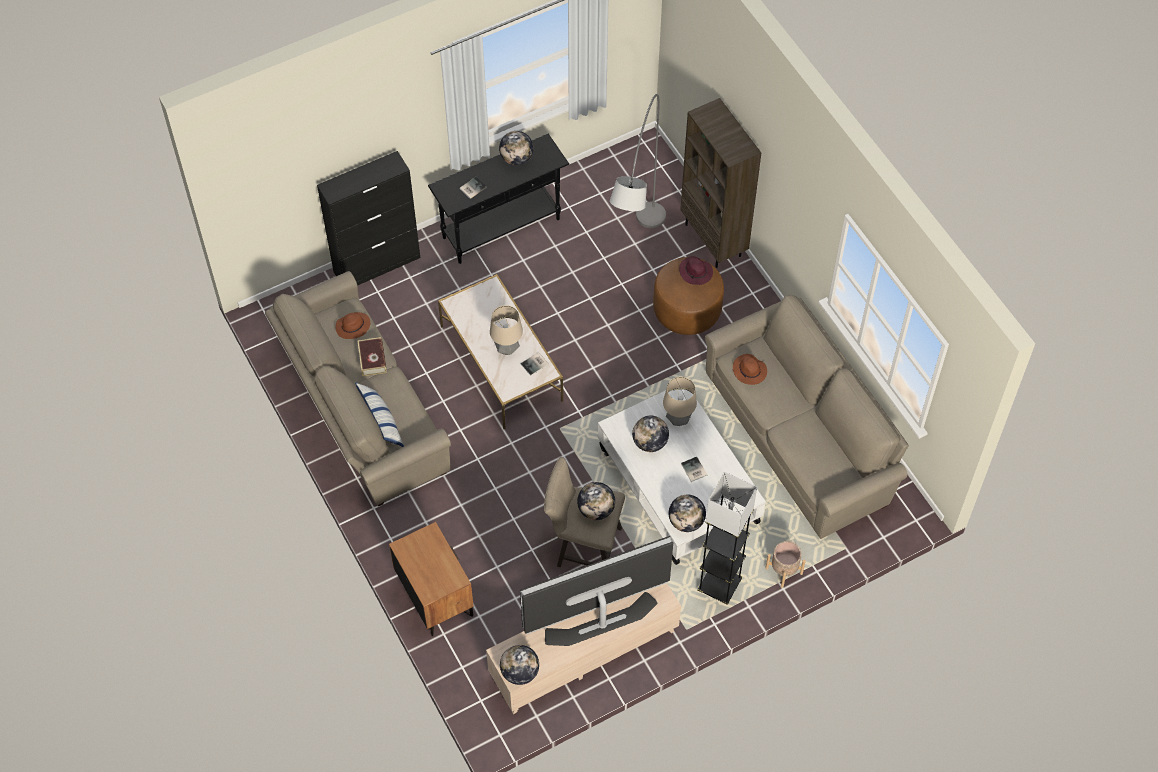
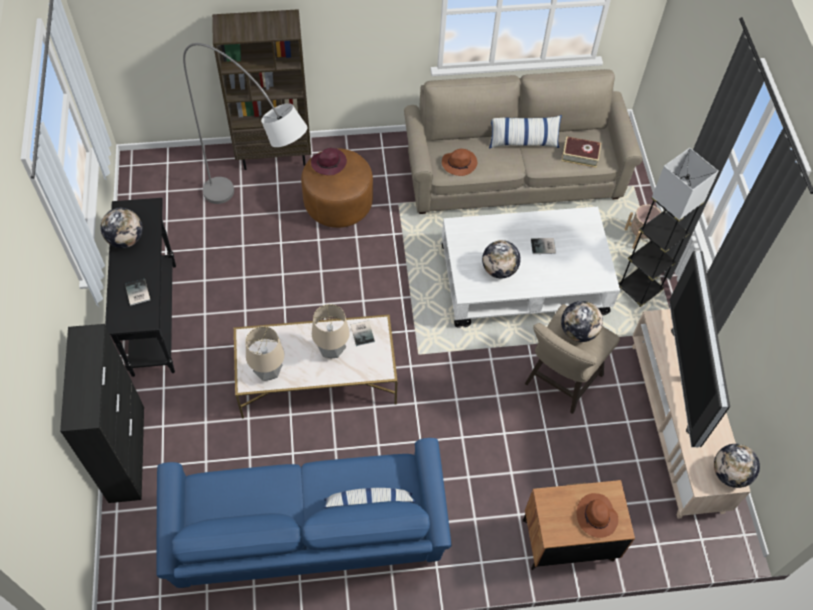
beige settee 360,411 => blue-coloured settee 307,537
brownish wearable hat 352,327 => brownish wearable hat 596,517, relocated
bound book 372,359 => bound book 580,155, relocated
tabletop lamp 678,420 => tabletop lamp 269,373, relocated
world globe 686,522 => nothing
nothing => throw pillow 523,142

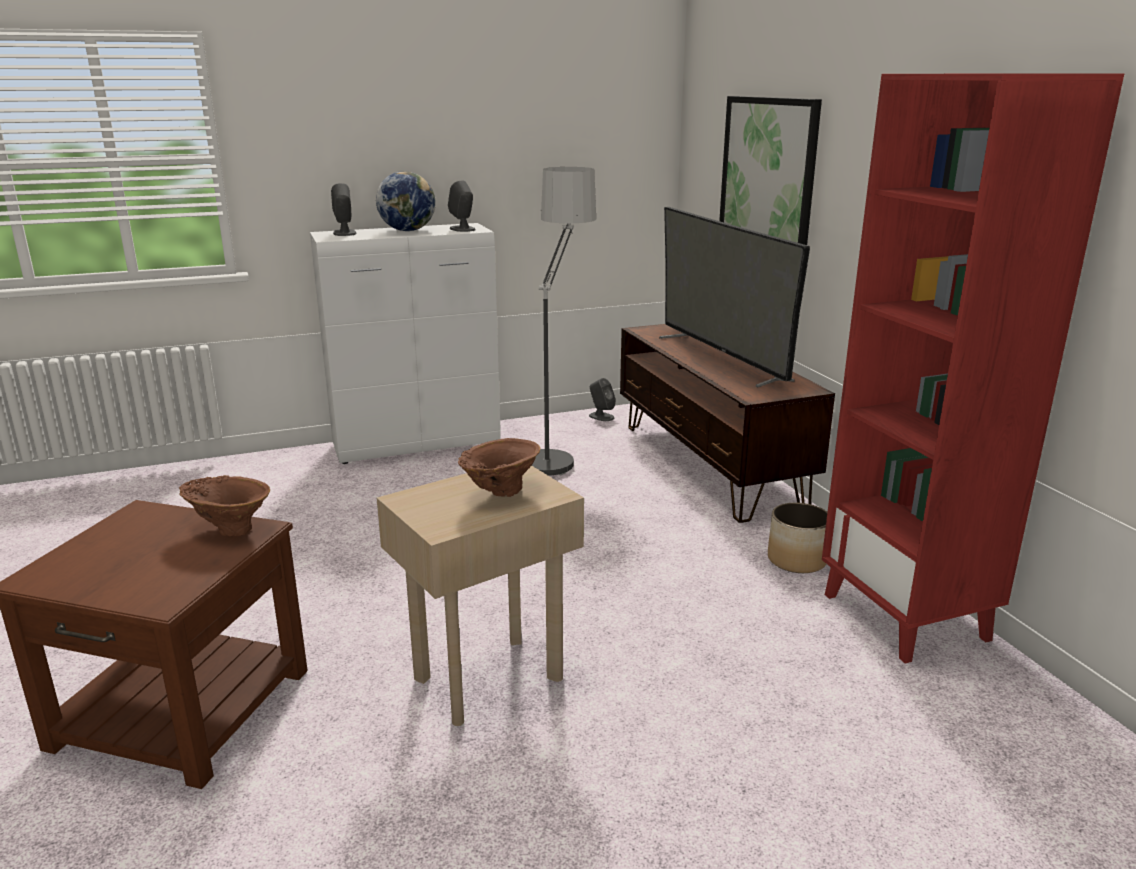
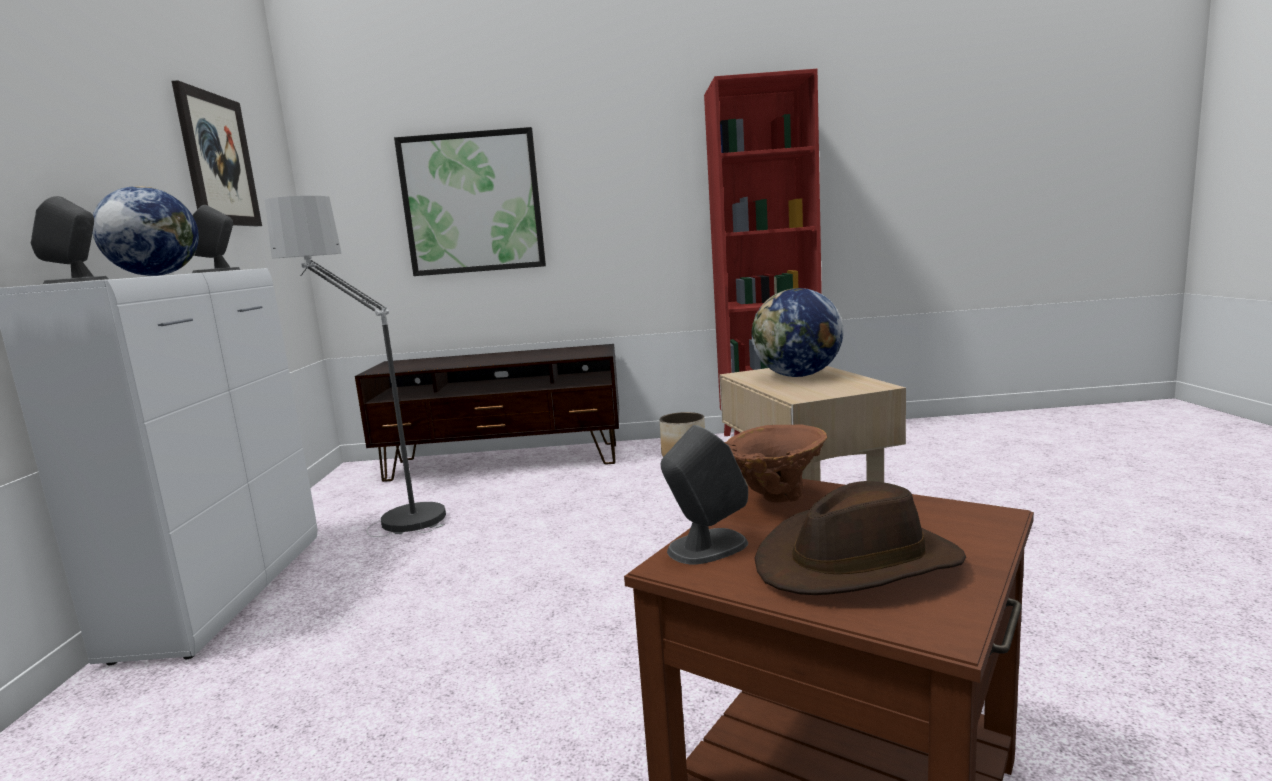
TV set 721,357 => nothing
greyish speaker 601,416 => greyish speaker 706,547, relocated
brownish decorative vase 499,493 => world globe 797,376
nothing => wall art 218,160
nothing => brownish wearable hat 857,563

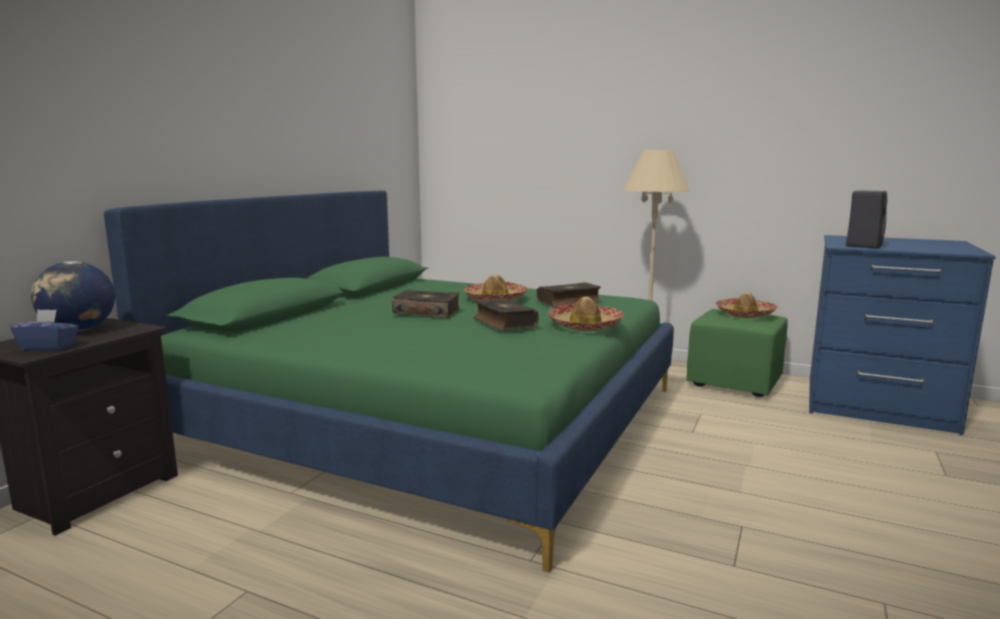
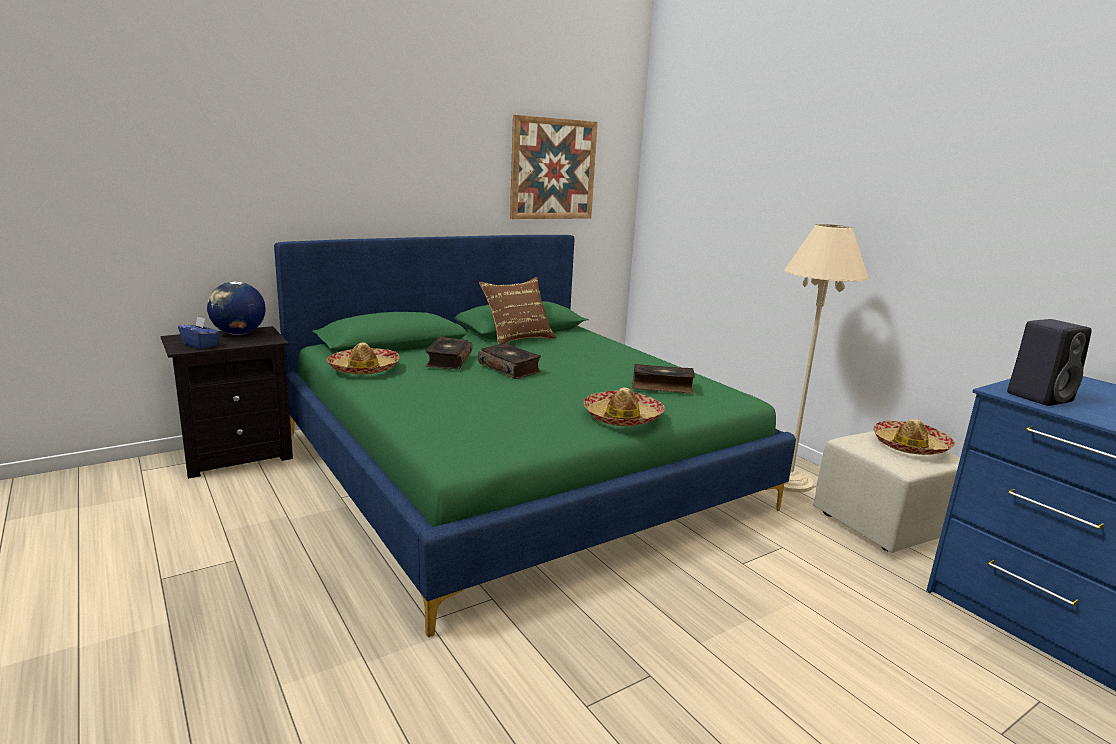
wearable hat 495,299 => wearable hat 364,369, relocated
bound book 503,323 => bound book 448,361, relocated
greenish ottoman 735,383 => beige ottoman 881,525
nothing => wall art 553,169
nothing => brownish throw pillow 518,338

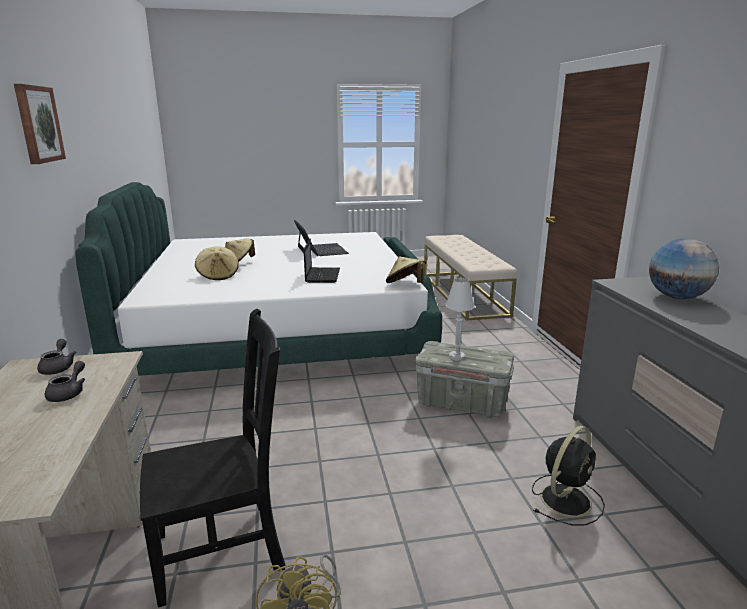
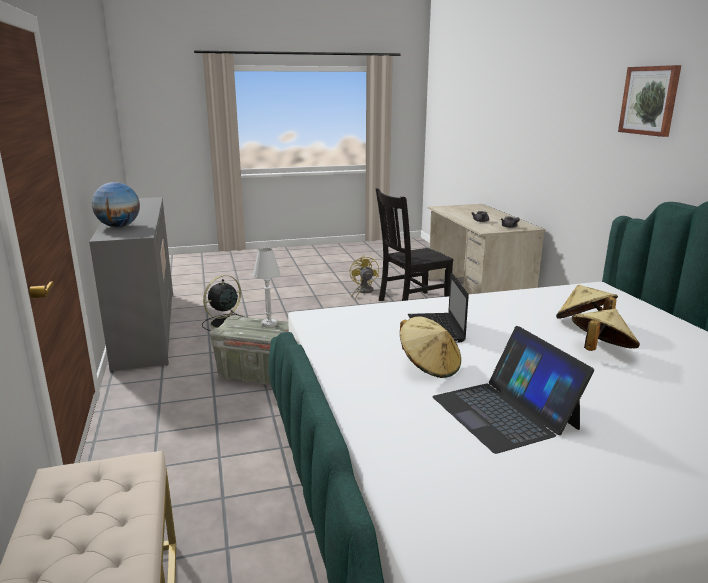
beige wearable hat 405,285 => beige wearable hat 429,366, relocated

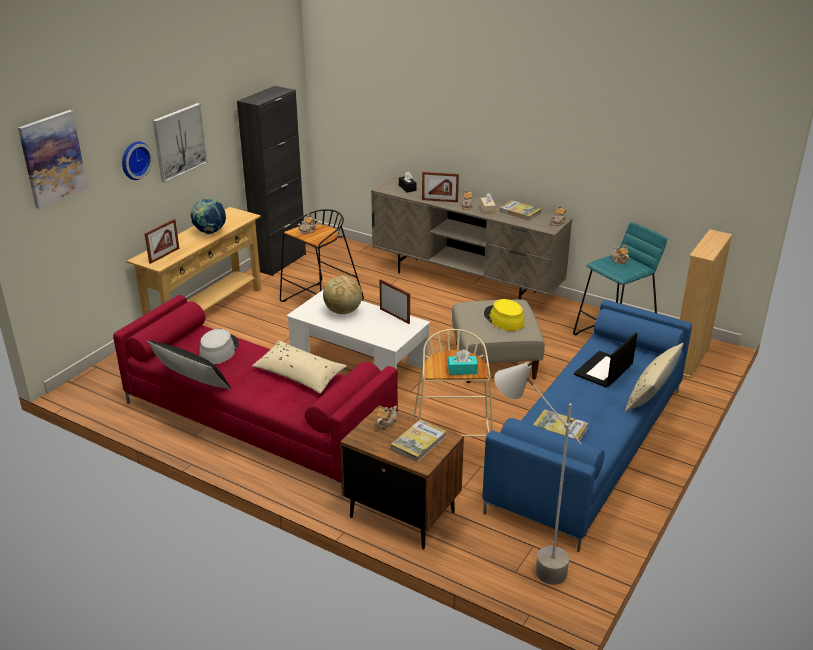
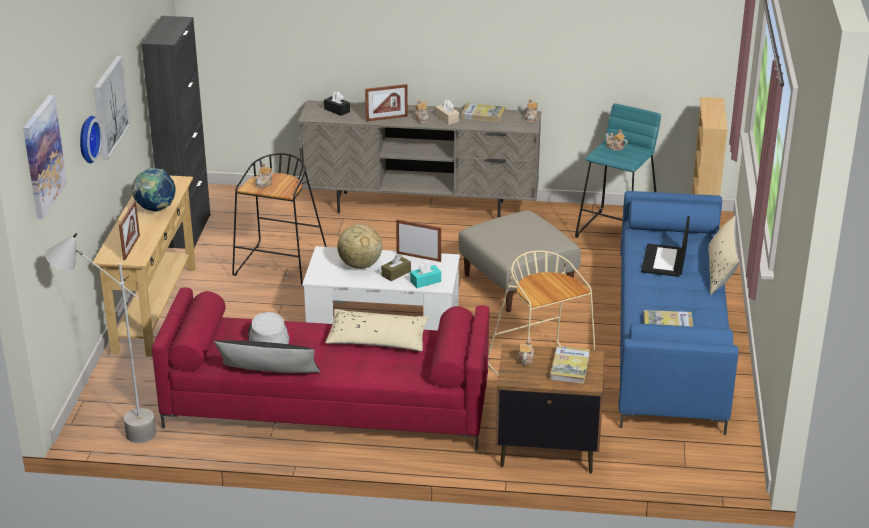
yellow-coloured wearable hat 503,319 => nothing
turquoise tissue box 462,370 => turquoise tissue box 425,281, relocated
greyish floor lamp 525,564 => greyish floor lamp 115,433, relocated
nothing => brownish tissue box 396,273

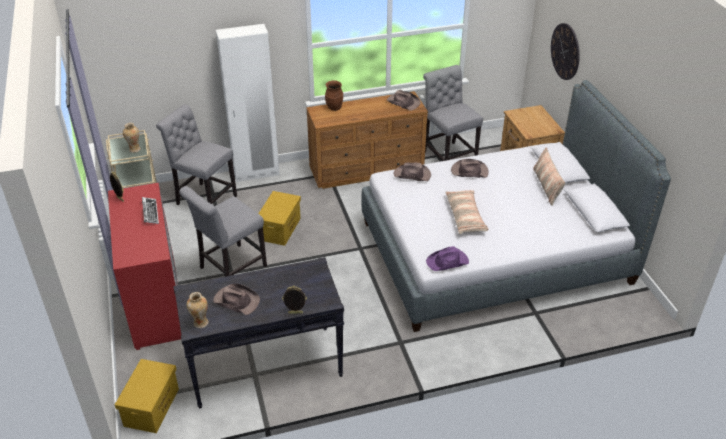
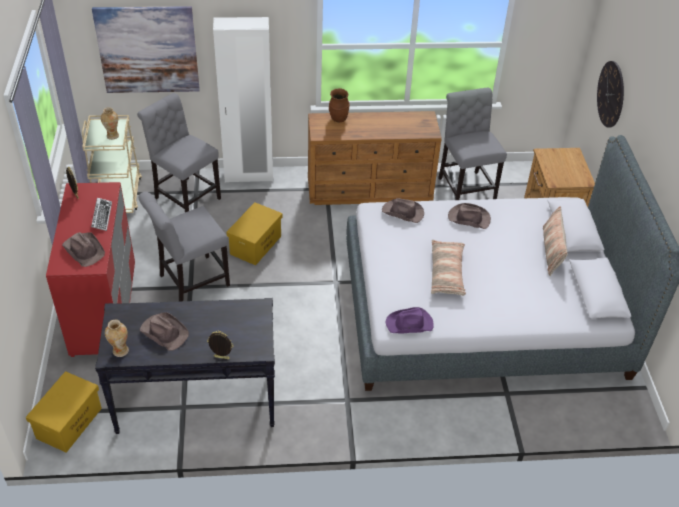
brownish wearable hat 403,102 => brownish wearable hat 84,250, relocated
nothing => wall art 148,50

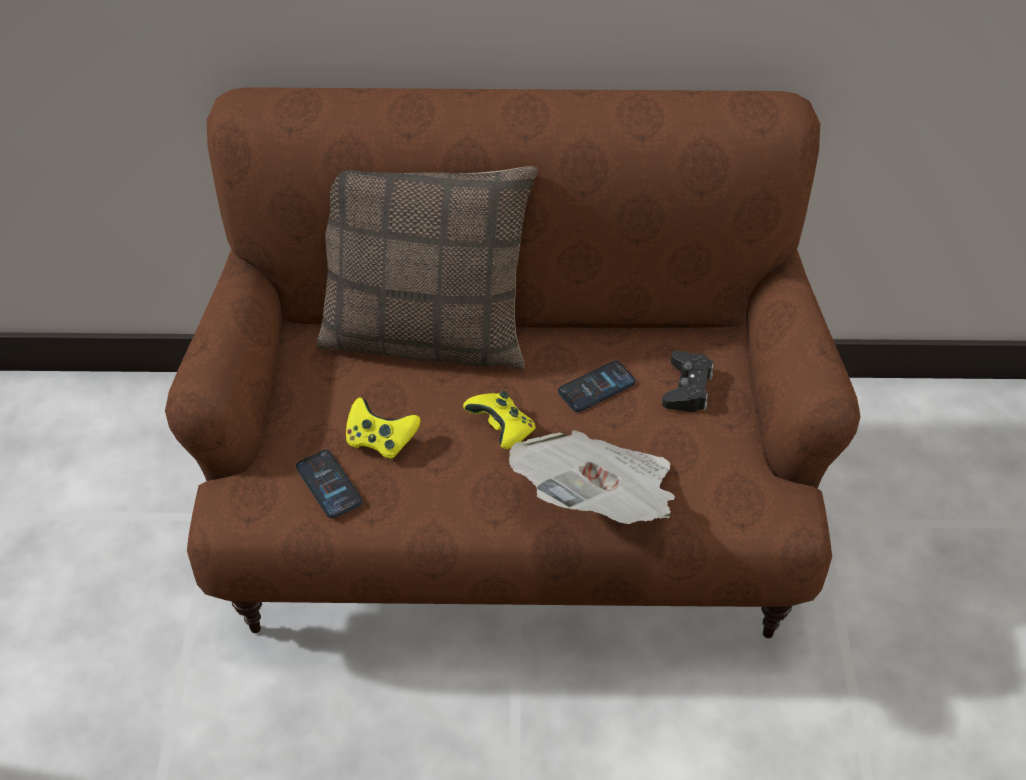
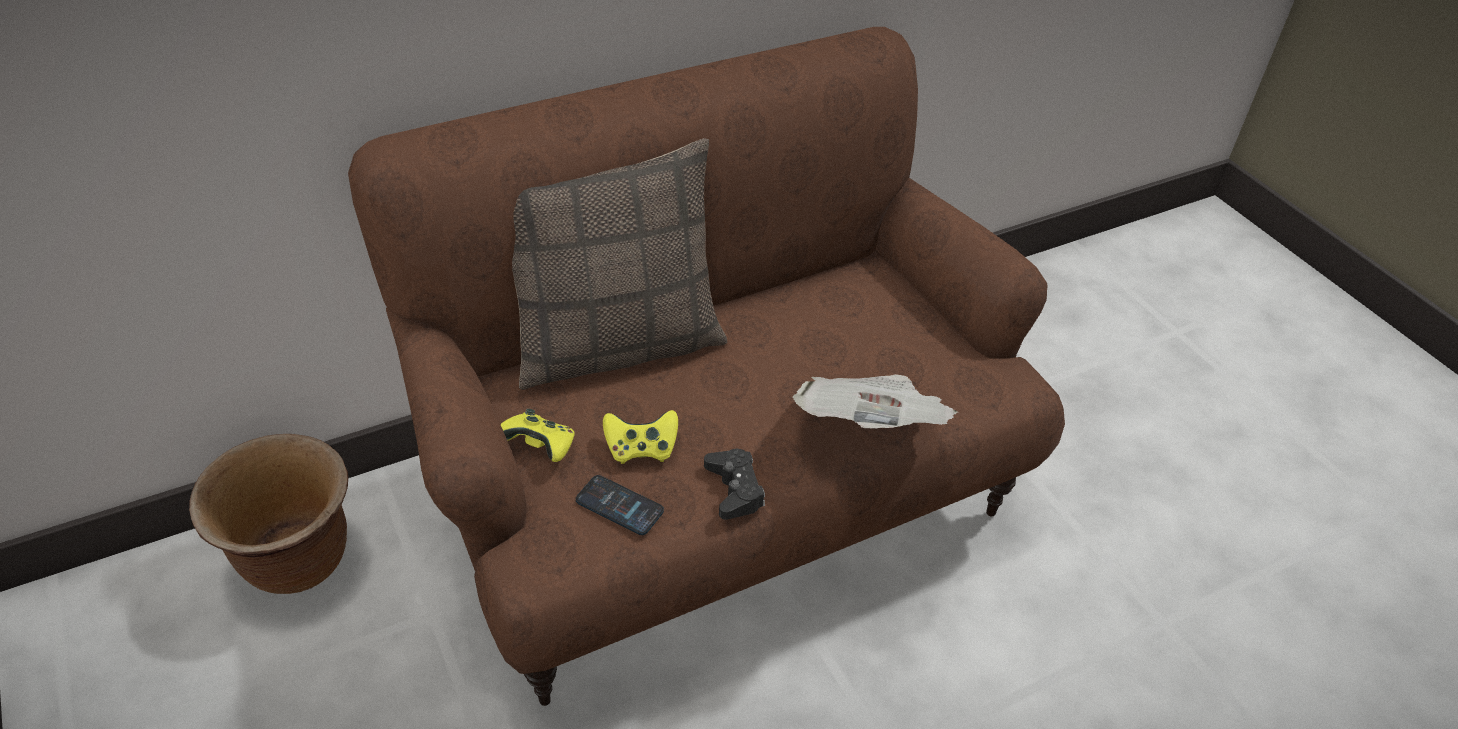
black gamepad 687,388 => black gamepad 734,489, relocated
handset 596,387 => nothing
yellow-coloured gamepad 502,430 => yellow-coloured gamepad 540,448, relocated
nothing => brownish planter 298,562

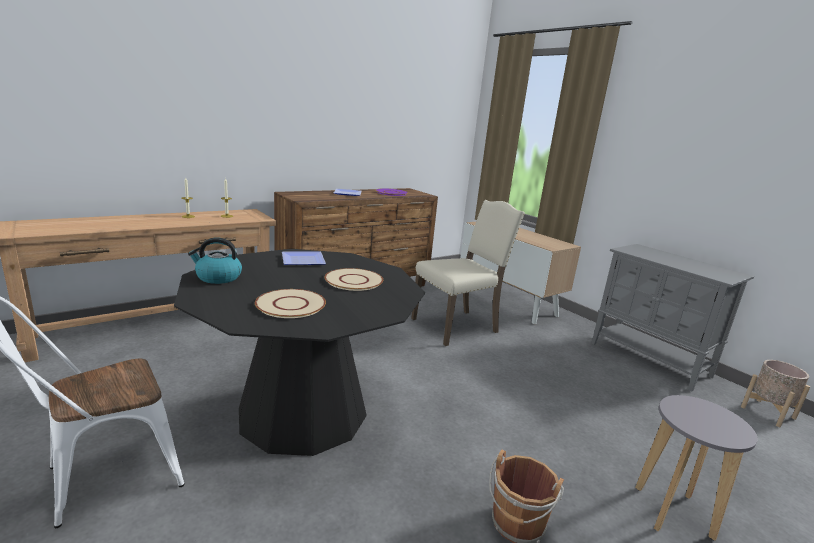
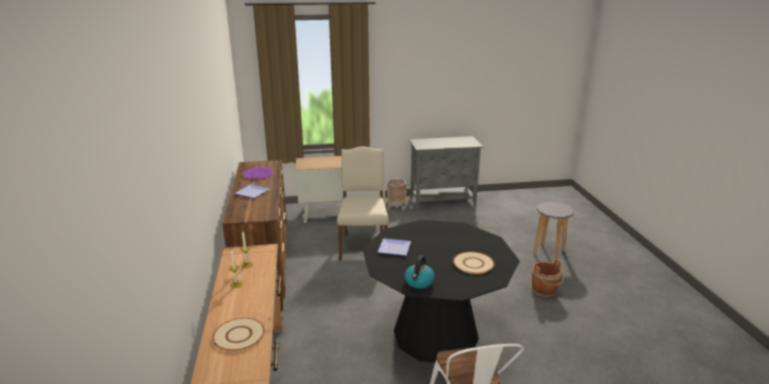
beige plate 353,280 => beige plate 238,335, relocated
beige planter 767,412 => beige planter 396,205, relocated

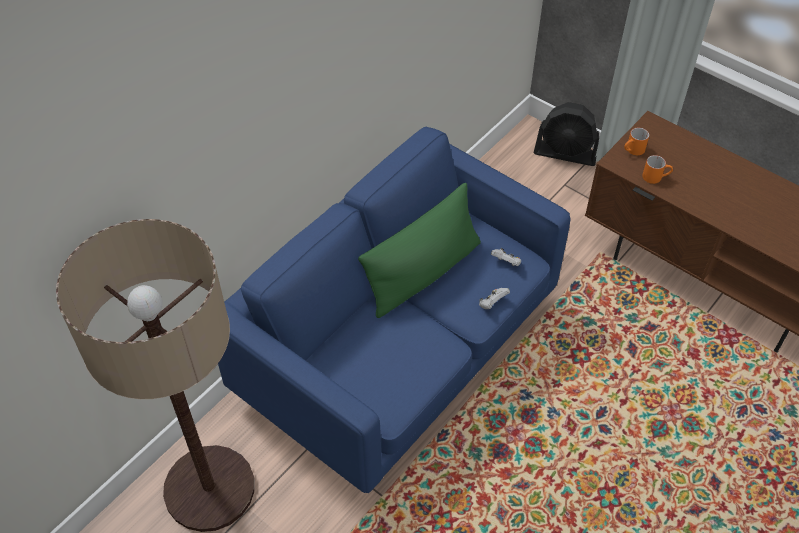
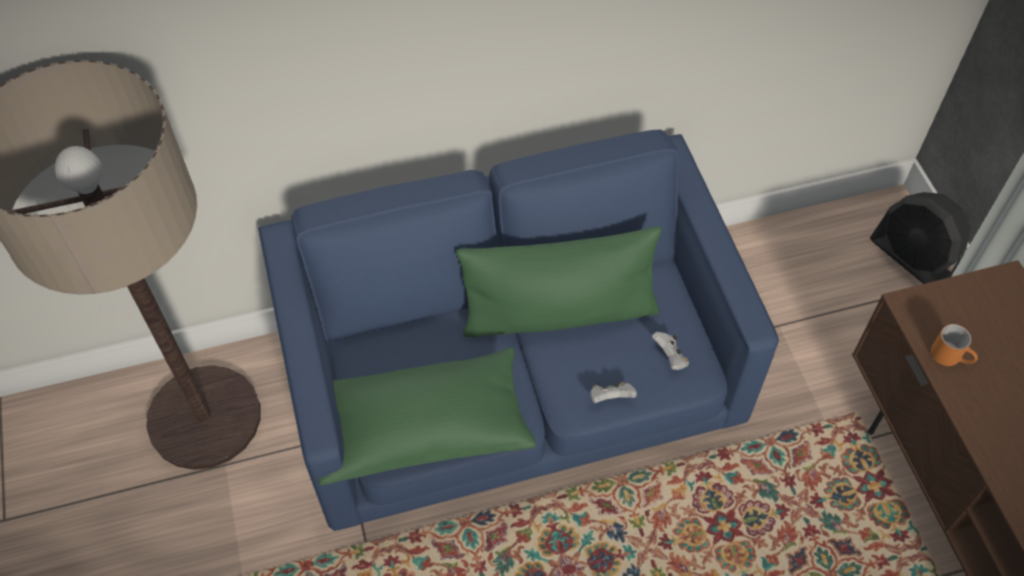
orange mug 633,151 => nothing
nothing => greenish throw pillow 422,428

